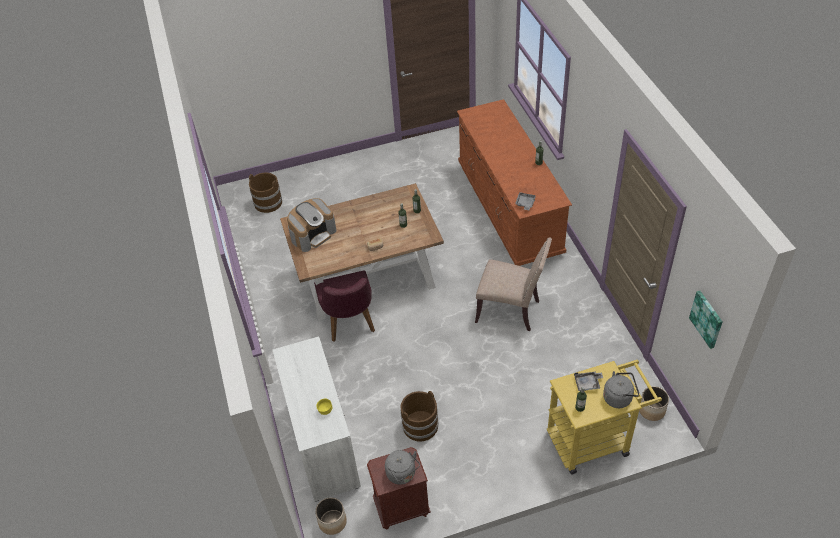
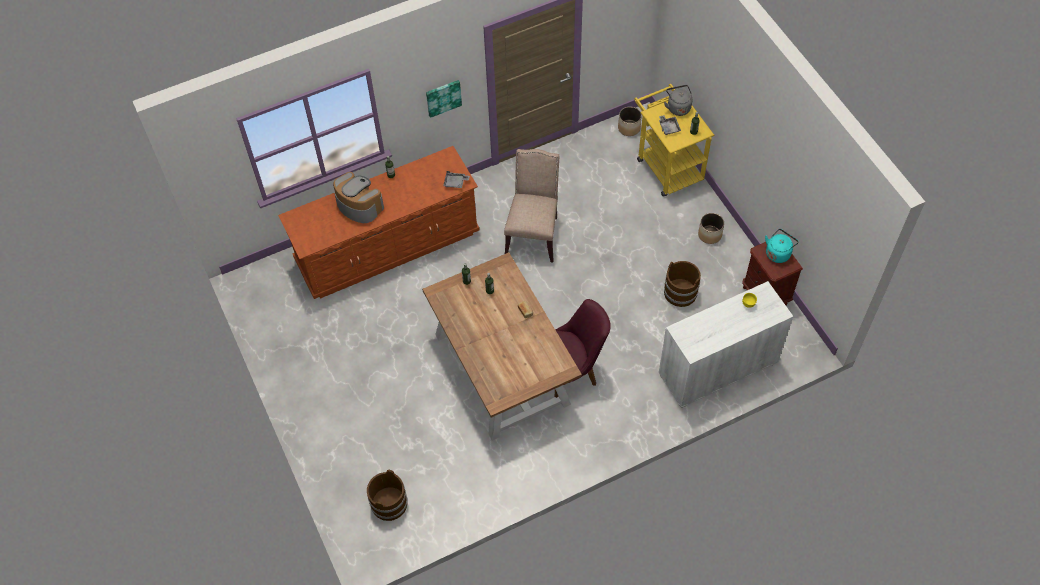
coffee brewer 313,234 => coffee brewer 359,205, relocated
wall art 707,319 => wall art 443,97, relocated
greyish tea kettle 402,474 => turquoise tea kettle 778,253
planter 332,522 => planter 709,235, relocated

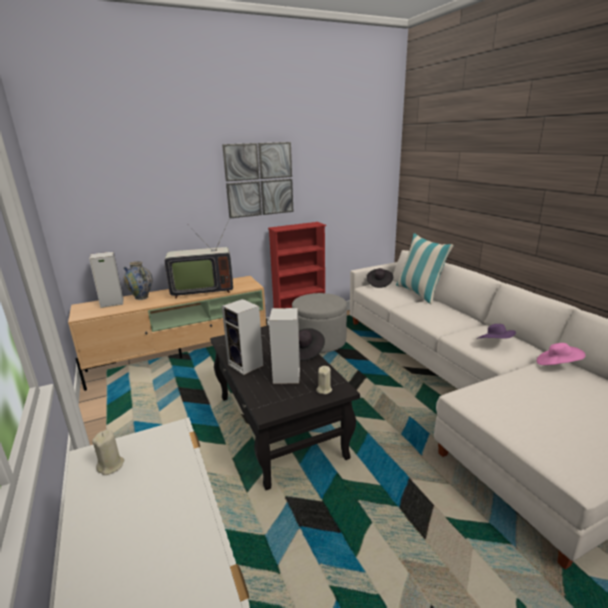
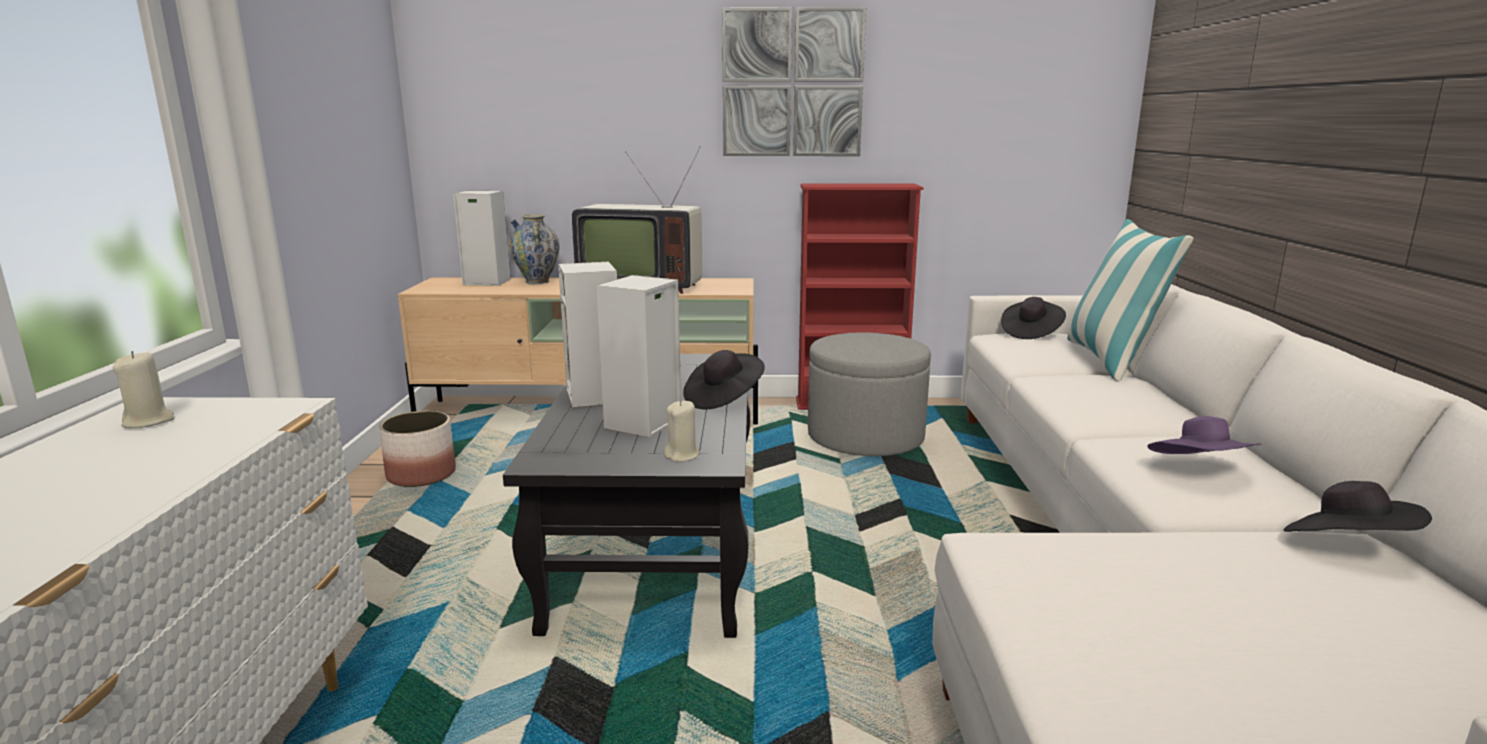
pink wearable hat 557,365 => black wearable hat 1346,546
nothing => planter 422,475

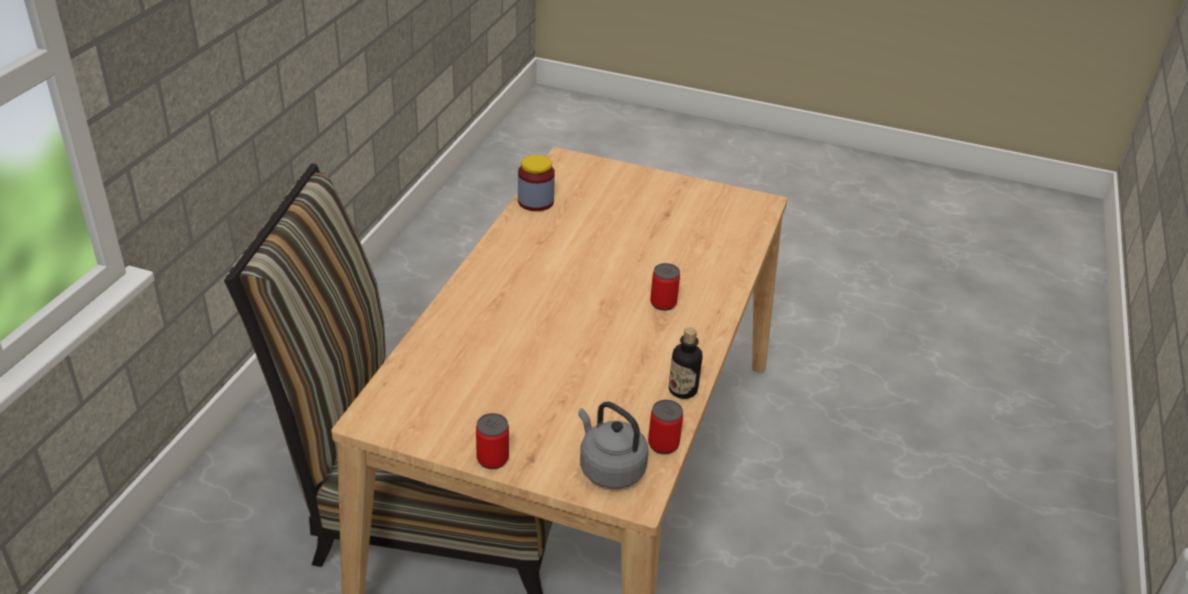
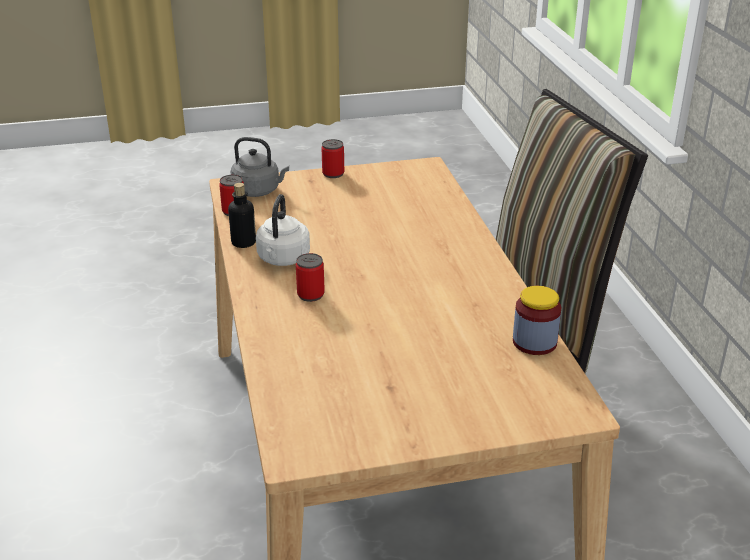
nothing => white tea kettle 283,259

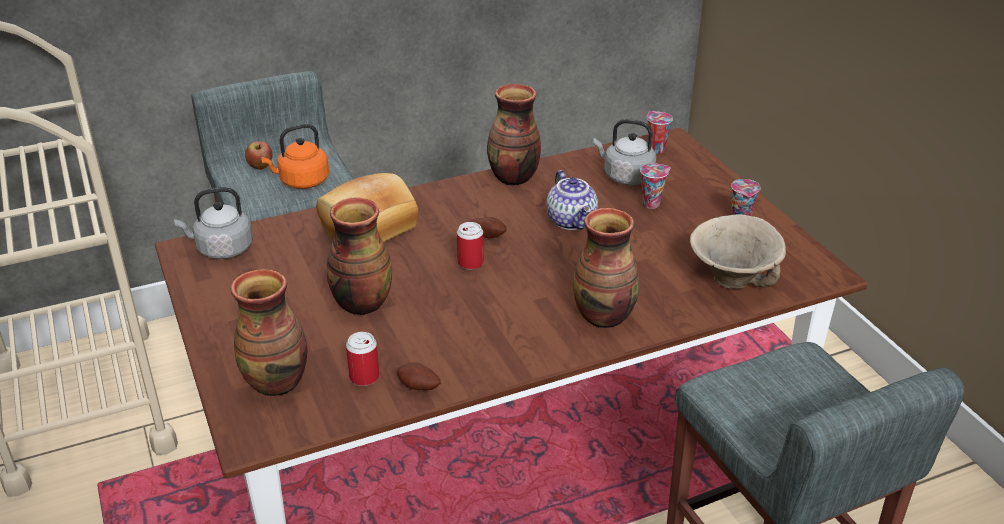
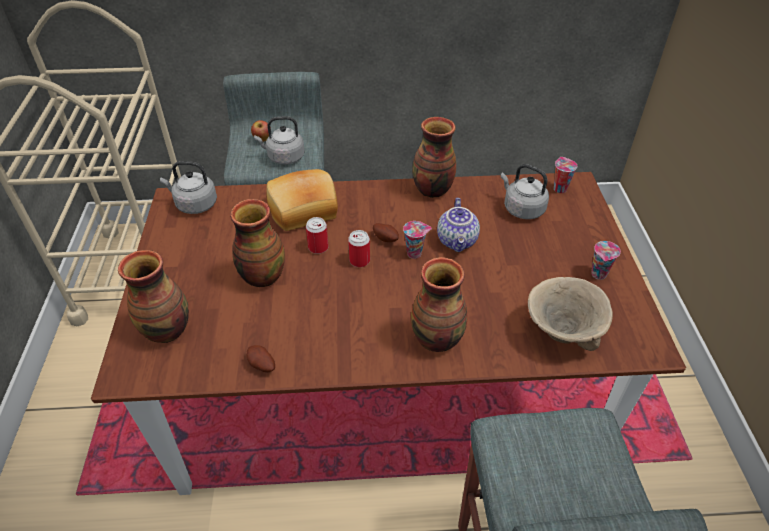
orange tea kettle 301,181 => greyish tea kettle 284,157
drinking cup 652,203 => drinking cup 415,253, relocated
can 364,377 => can 318,247, relocated

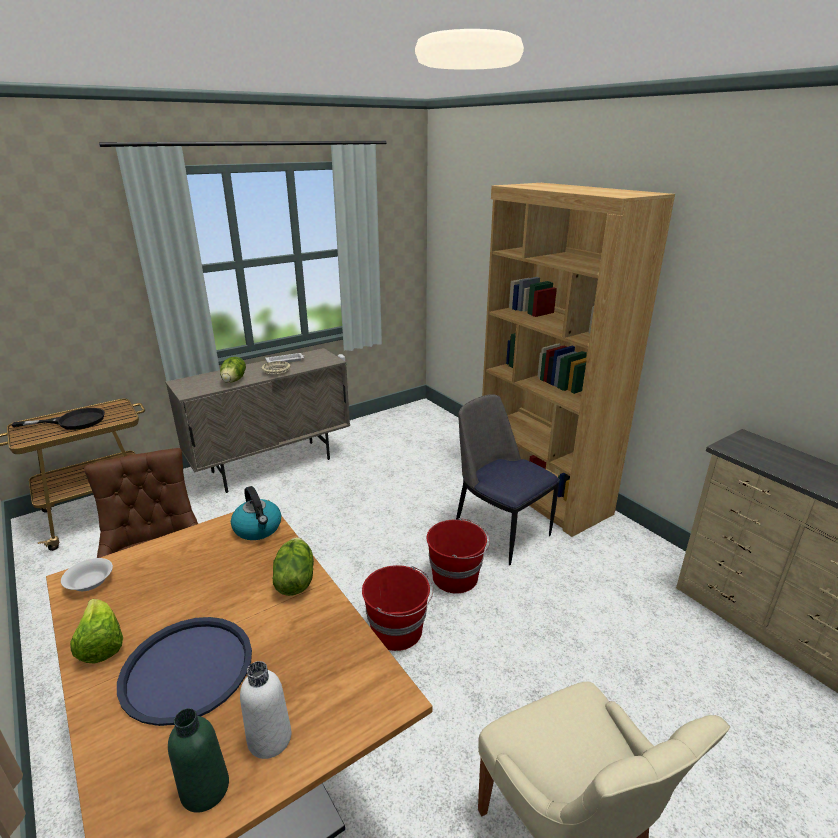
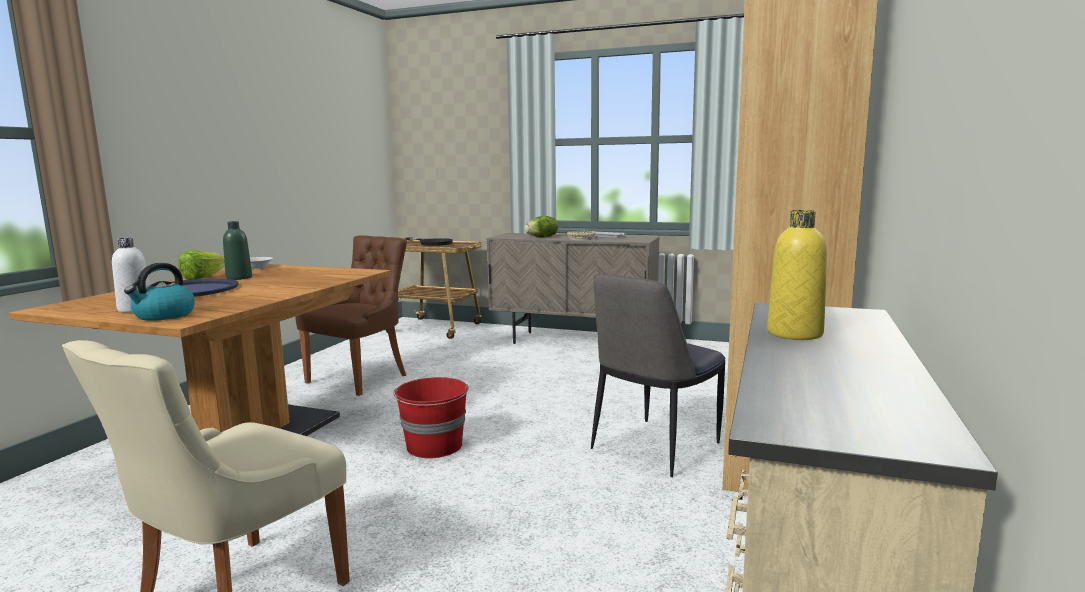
chair 500,531 => chair 653,447, 150 degrees counterclockwise
tea kettle 258,529 => tea kettle 164,315, relocated
red pail 456,577 => nothing
head of lettuce 294,580 => nothing
greenish drink bottle 205,789 => greenish drink bottle 239,278, relocated
nothing => yellow-coloured drink bottle 794,334

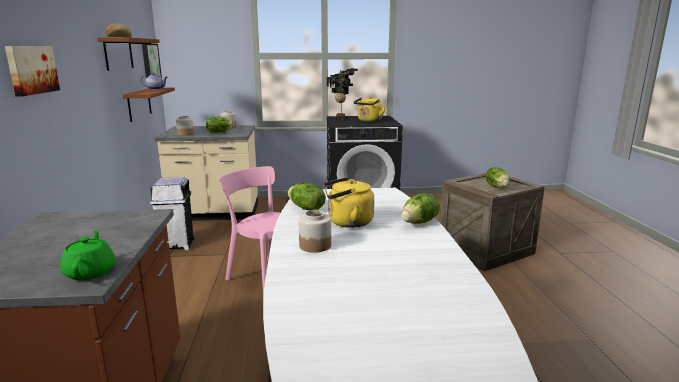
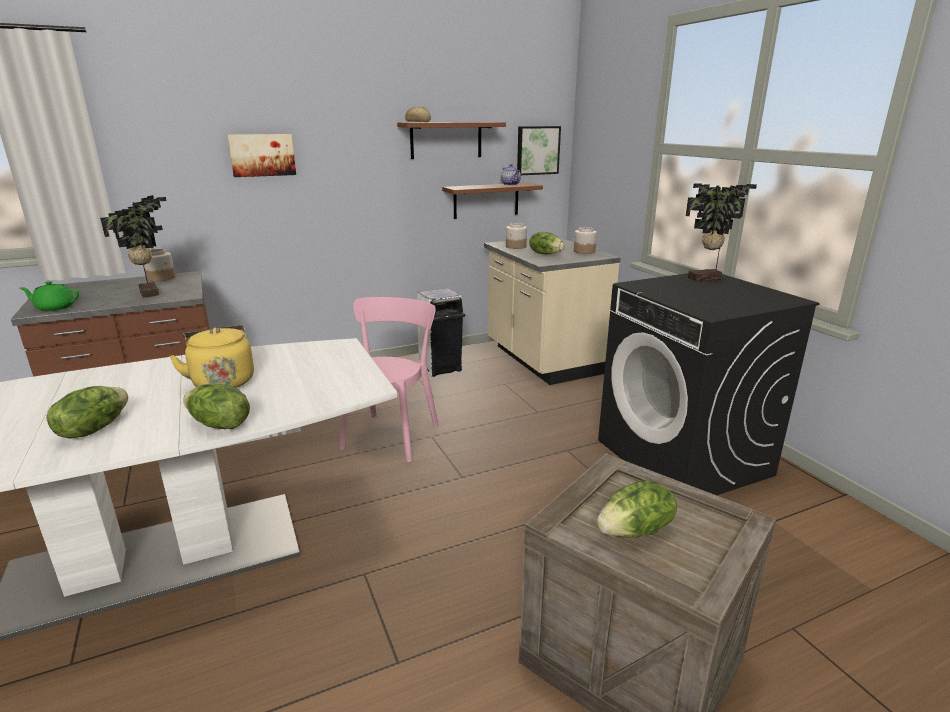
yellow-coloured tea kettle 369,121 => nothing
head of lettuce 306,208 => head of lettuce 93,429, relocated
jar 315,245 => jar 161,278, relocated
greenish tea pot 91,272 => greenish tea pot 55,307, 150 degrees counterclockwise
nothing => potted plant 151,292

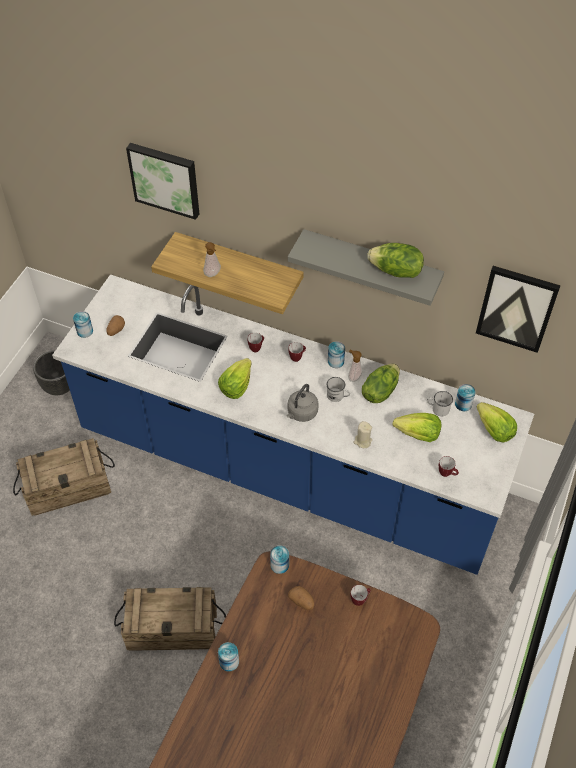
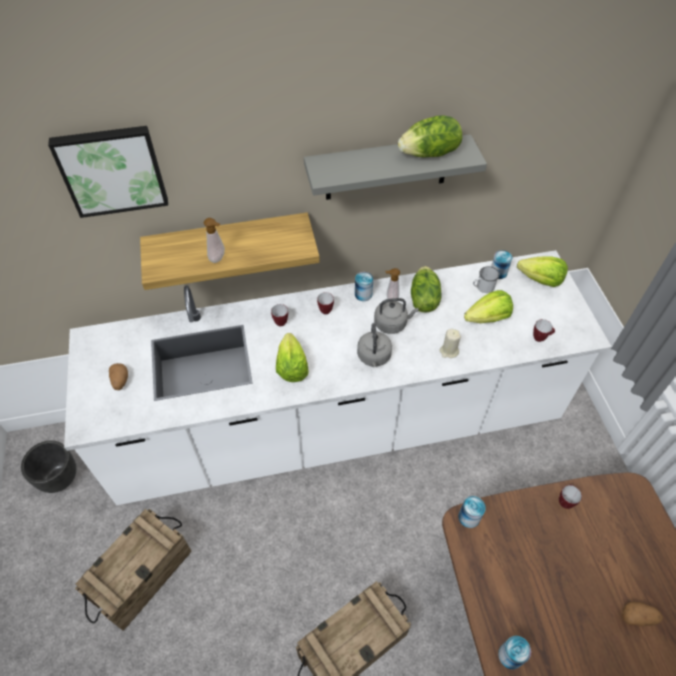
wall art 516,308 => nothing
blue-coloured counter 288,468 => white counter 338,424
can 85,331 => nothing
white mug 338,396 => greyish tea kettle 392,323
spud 302,601 => spud 637,617, relocated

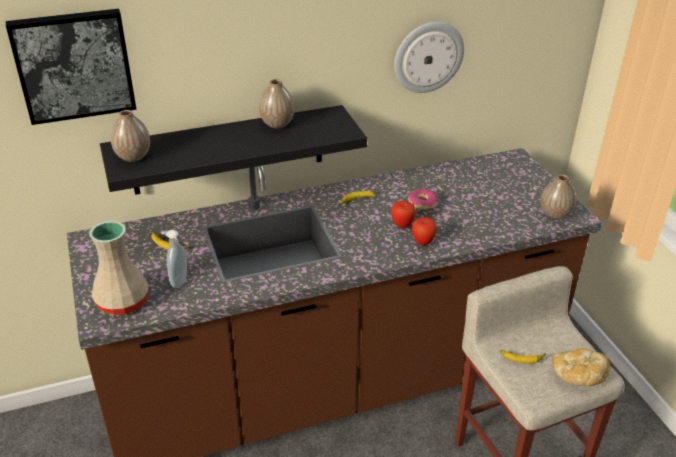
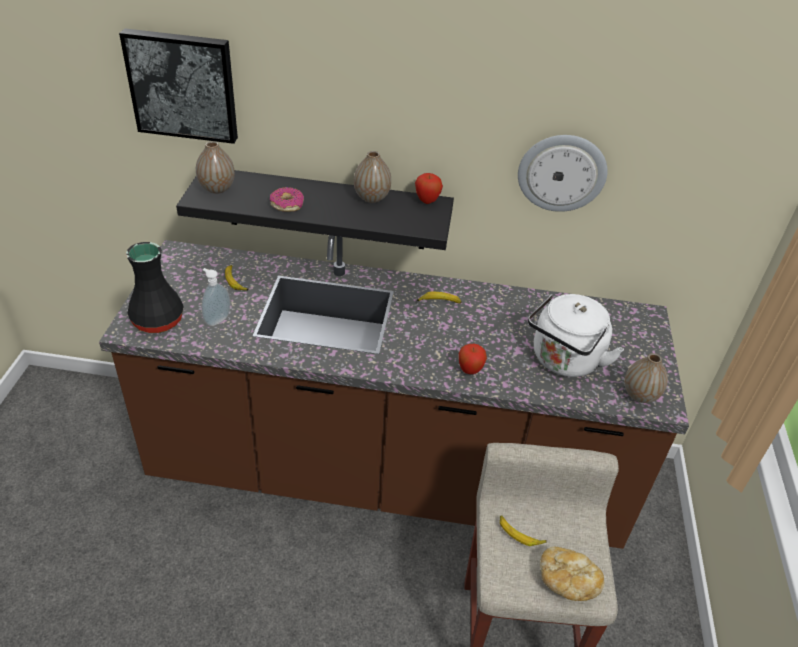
doughnut 422,203 => doughnut 287,204, relocated
apple 402,225 => apple 427,201, relocated
beige decorative vase 122,303 => black decorative vase 157,322
nothing => white tea kettle 564,361

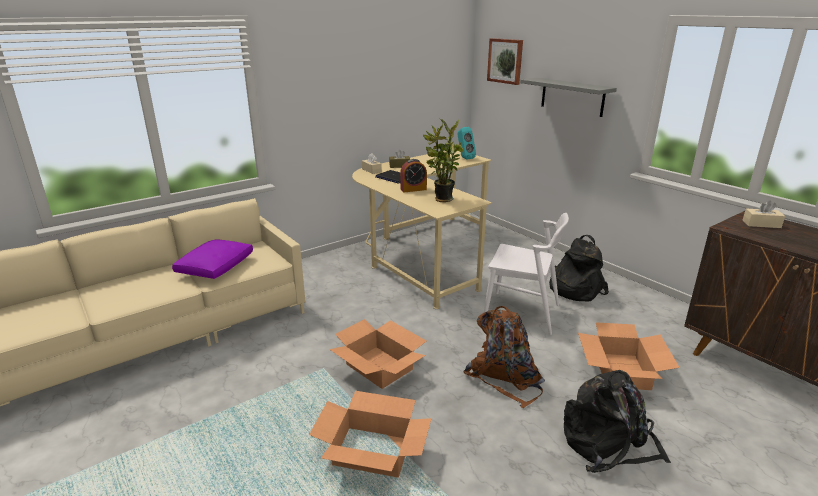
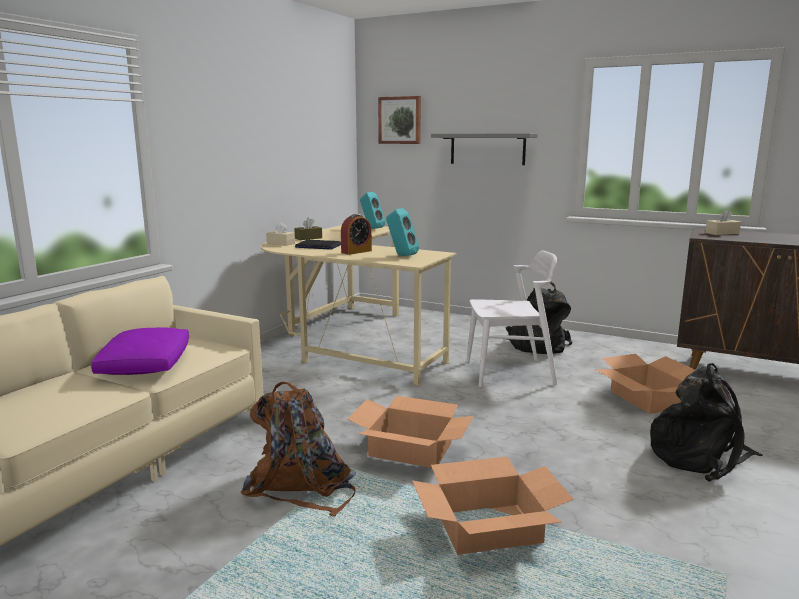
potted plant 441,199 => turquoise speaker 401,255
brownish knapsack 505,377 => brownish knapsack 301,486, relocated

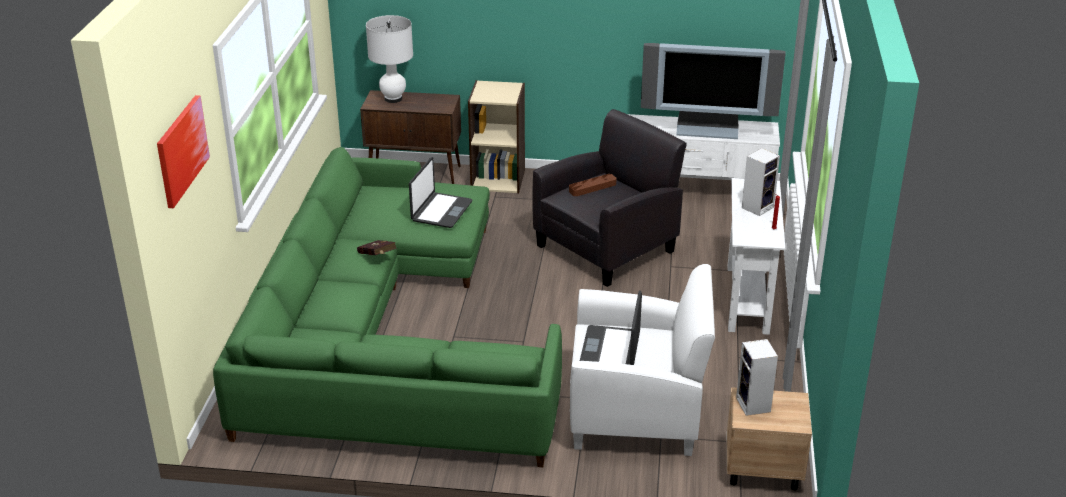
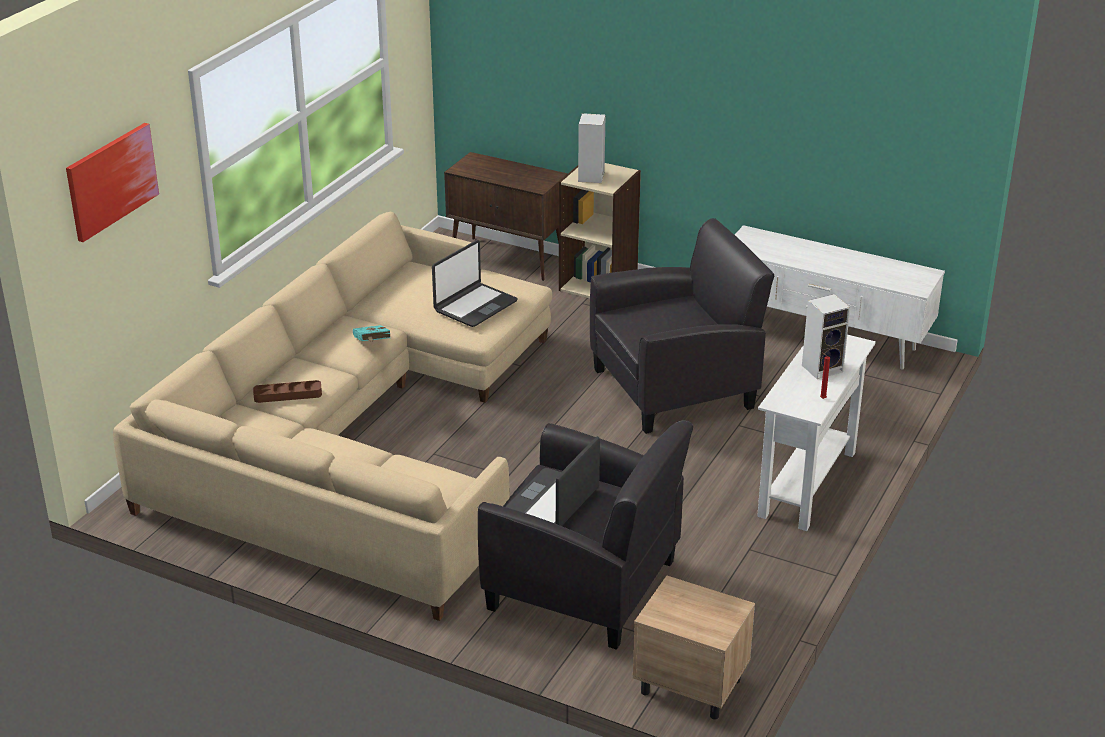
white tabletop lamp 393,99 => nothing
TV set 707,130 => nothing
greenish settee 382,336 => beige settee 356,437
brownish serving tray 592,187 => brownish serving tray 288,395, relocated
red bound book 377,257 => turquoise bound book 372,345
white armchair 636,413 => black armchair 584,586
speaker 754,405 => speaker 591,177, relocated

